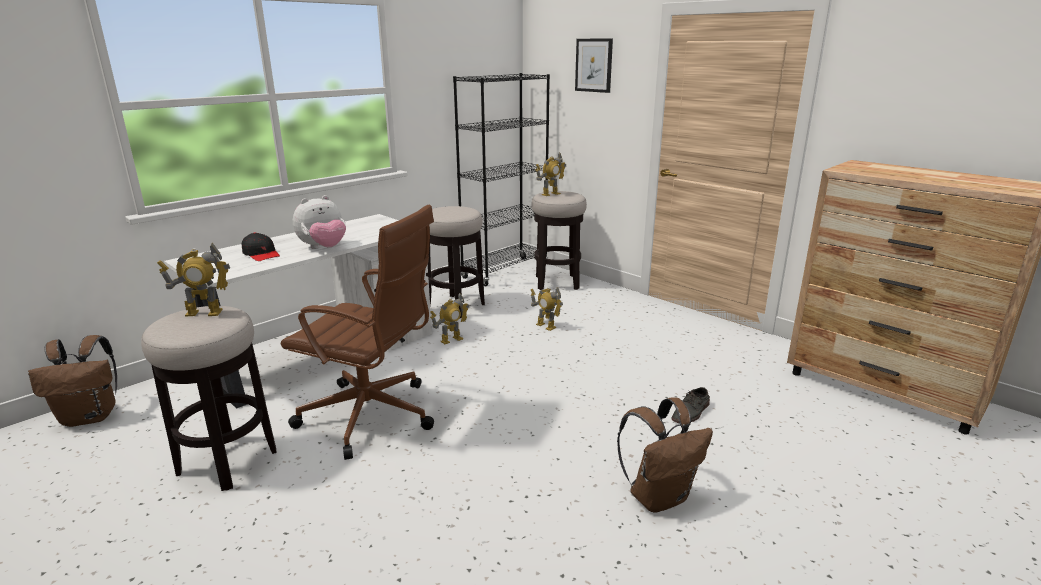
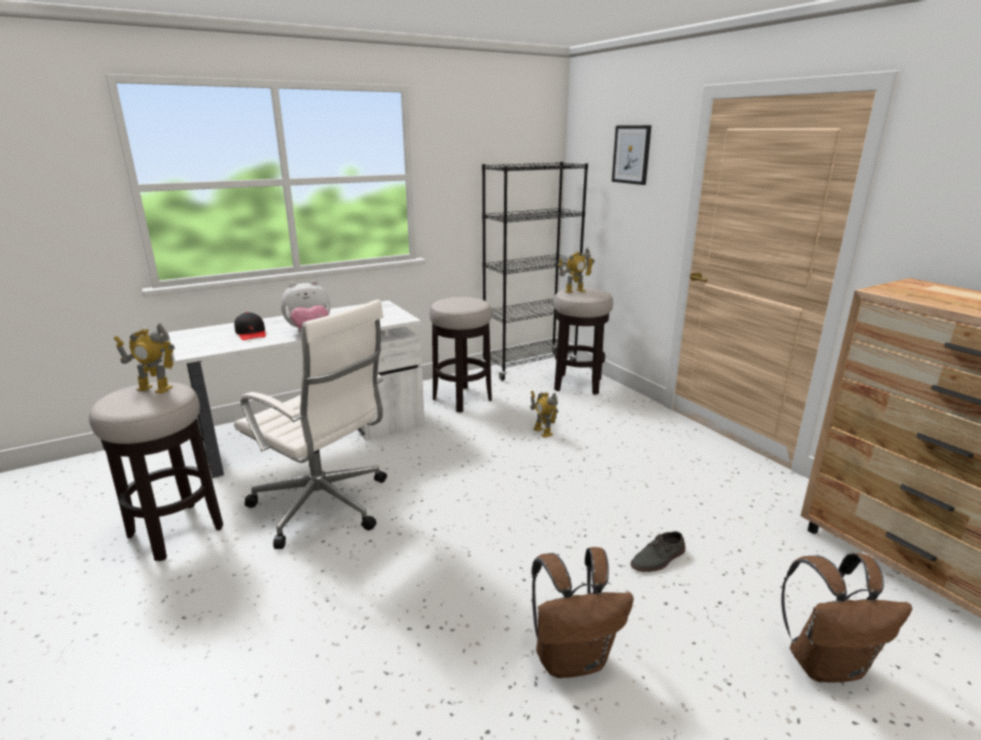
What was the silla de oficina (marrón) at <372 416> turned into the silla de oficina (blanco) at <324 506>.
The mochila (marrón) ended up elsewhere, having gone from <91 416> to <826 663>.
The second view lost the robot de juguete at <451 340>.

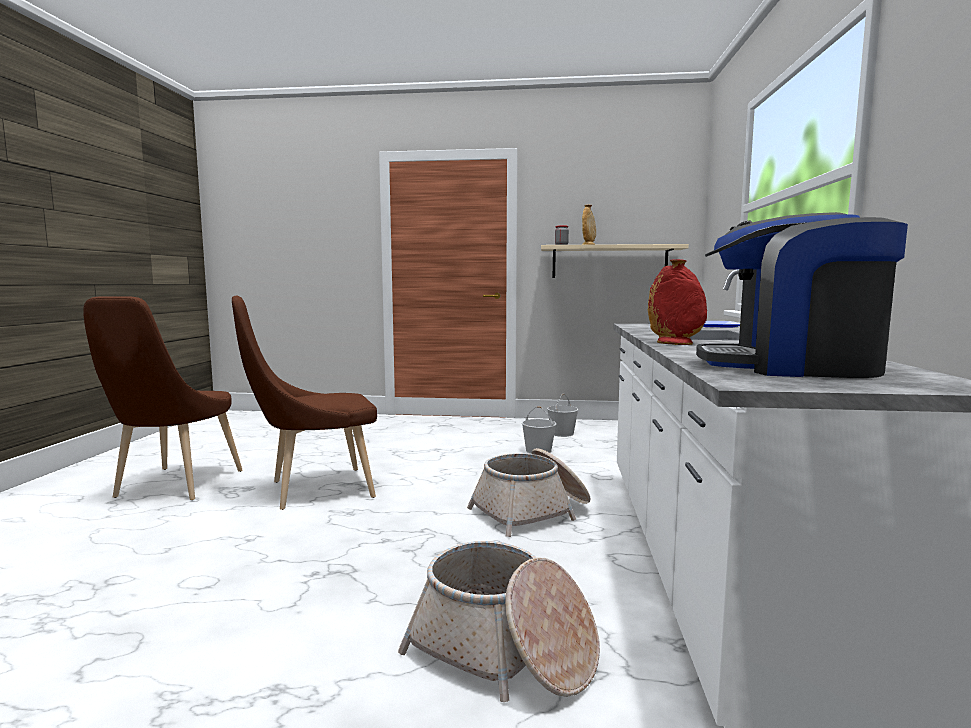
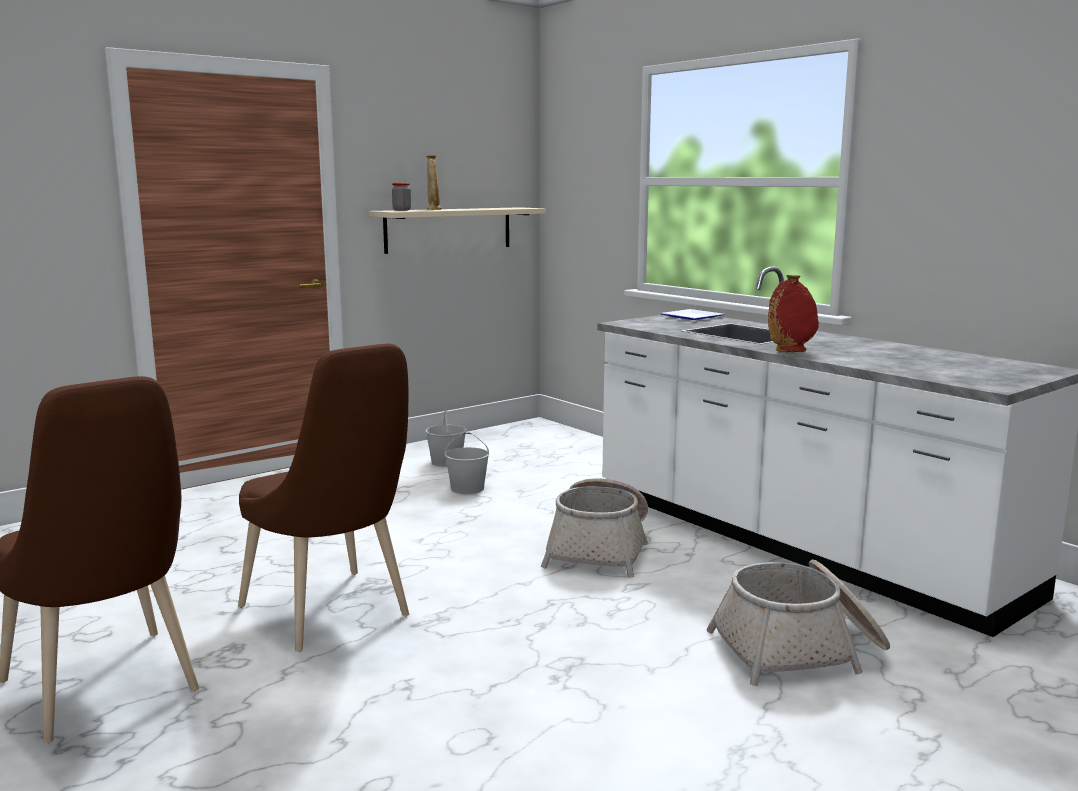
The silla (marrón) at <313 490> ended up facing another way, 60 degrees counterclockwise from before.
The second view lost the cafetera at <790 367>.

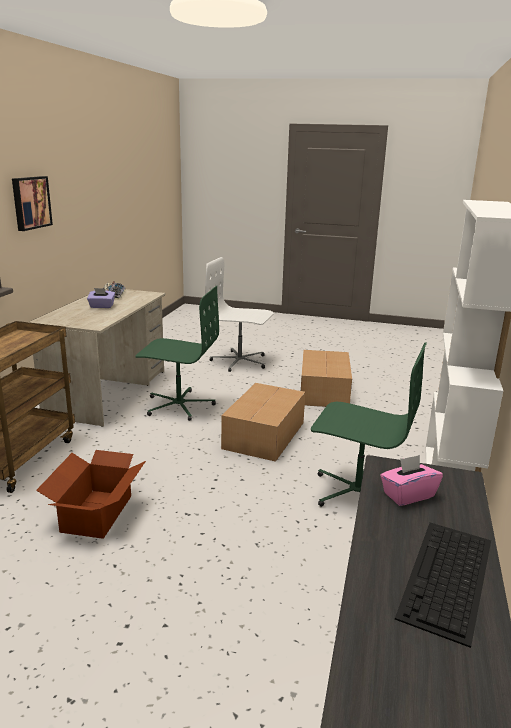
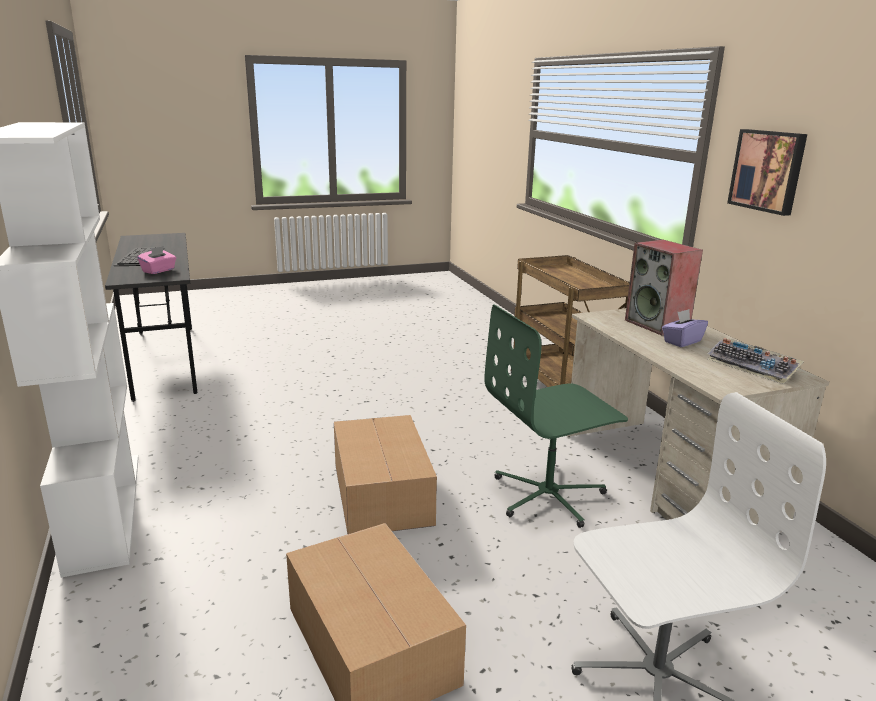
The second view gained the altavoz at <658 325>.
The second view lost the caja de cartón at <96 514>.
The second view lost the silla de oficina (verde) at <357 492>.

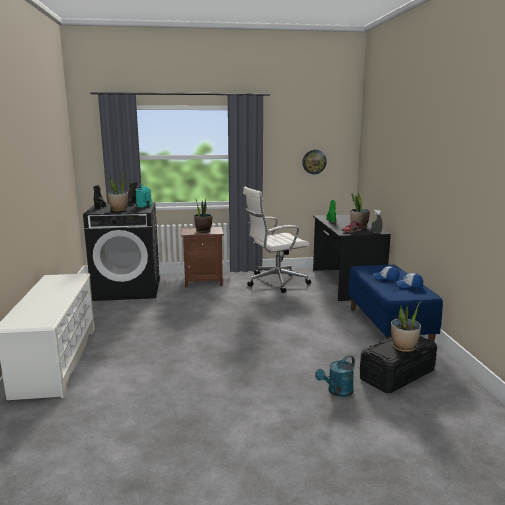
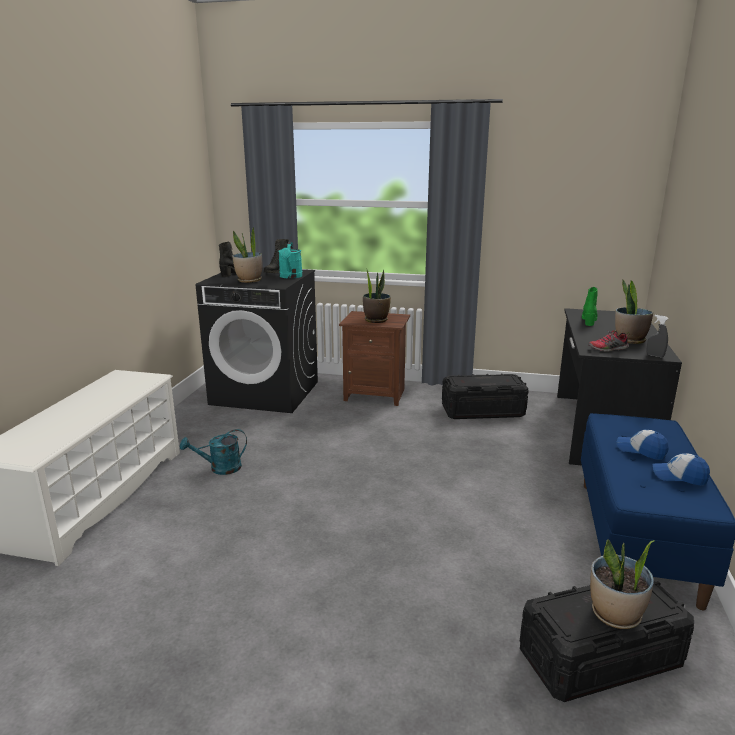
The regadera (turquesa) ended up elsewhere, having gone from <337 392> to <220 468>.
Where the silla de oficina (blanco) stood at <275 282>, the caja de almacenaje (negro) came to stand at <482 410>.
The second view lost the reloj de pared at <314 162>.

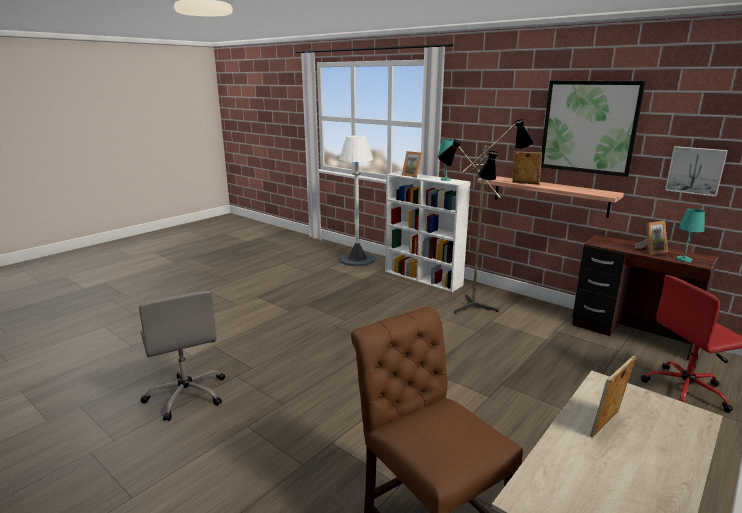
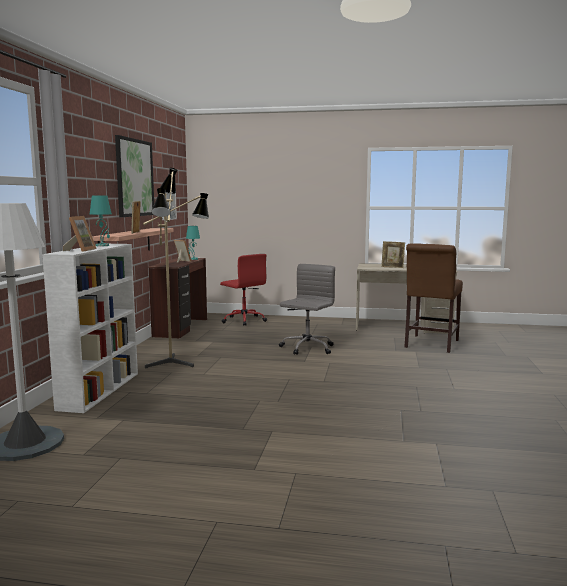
The silla de oficina (gris) ended up elsewhere, having gone from <187 395> to <306 348>.

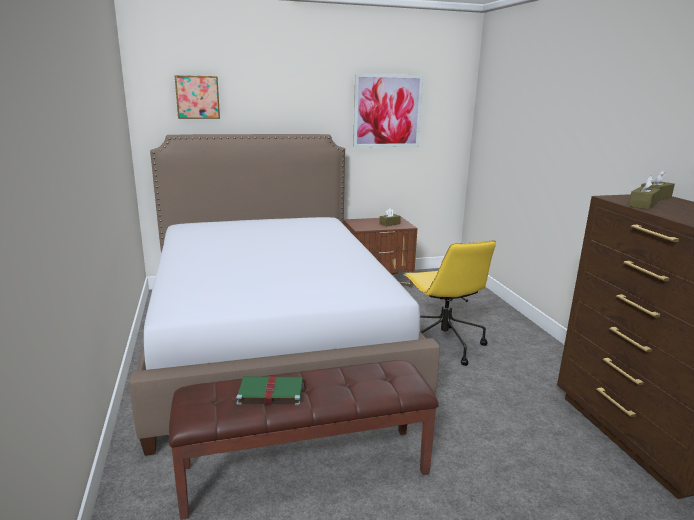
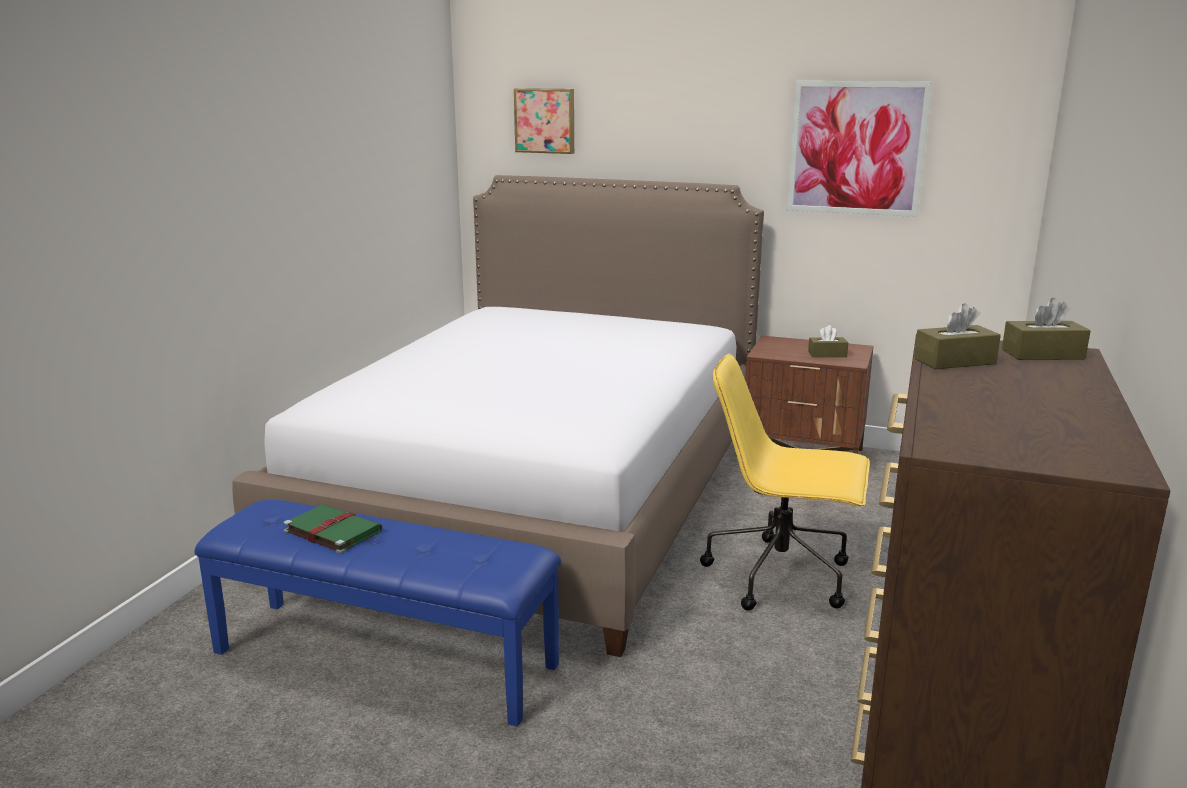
What was the banco (marrón) at <305 468> turned into the banco (azul) at <386 657>.
The silla de oficina (amarillo) at <442 344> ended up facing another way, 90 degrees clockwise from before.

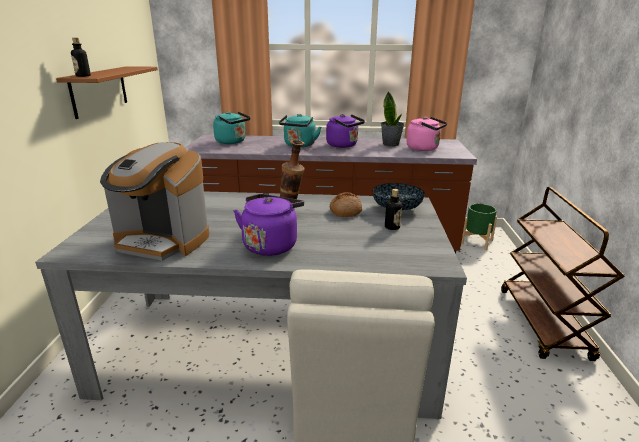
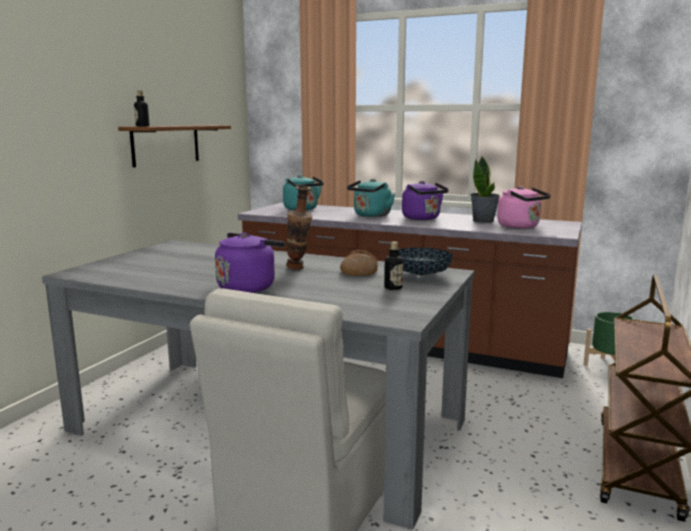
The second view lost the cafetera at <162 241>.

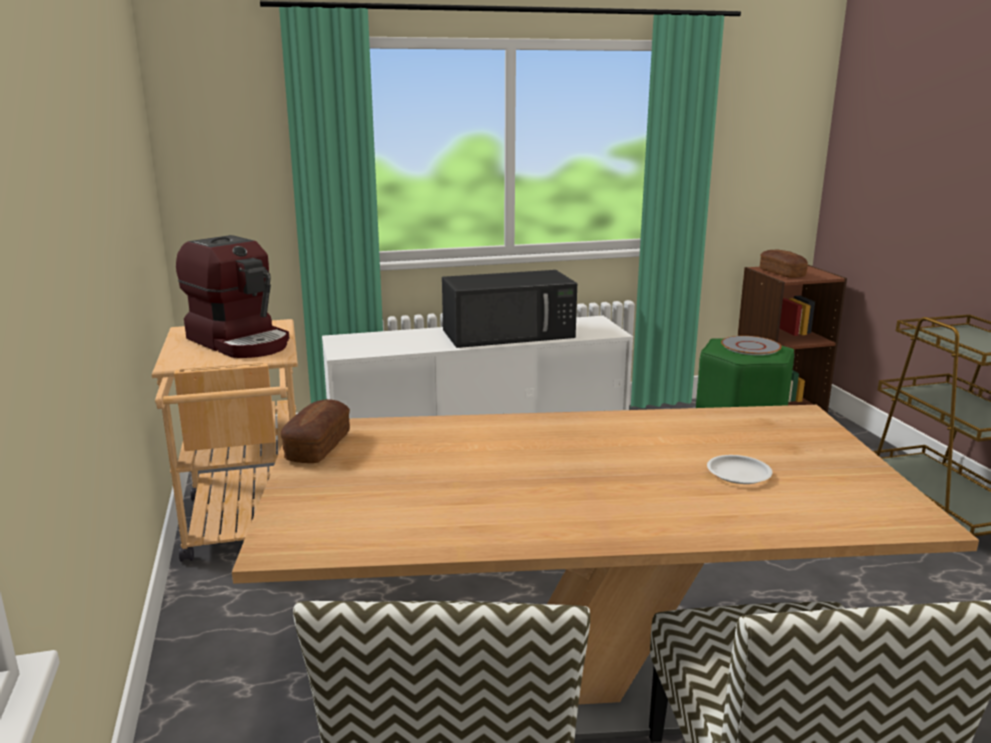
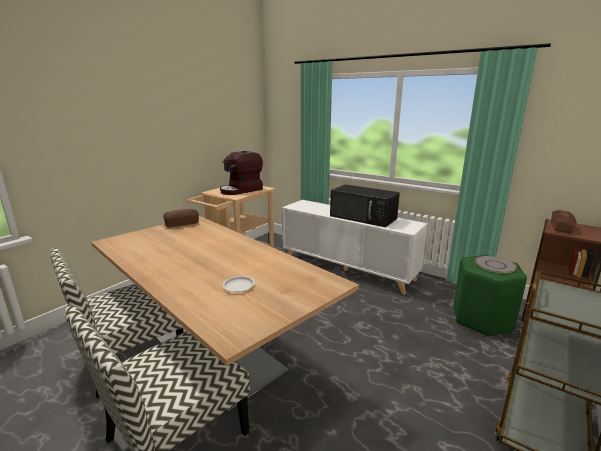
The cafetera at <241 342> ended up facing another way, 45 degrees clockwise from before.

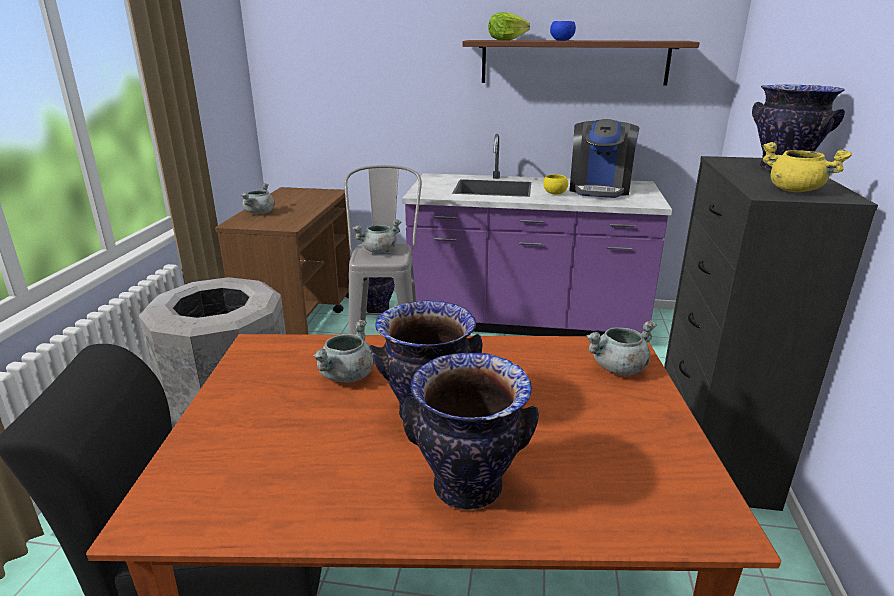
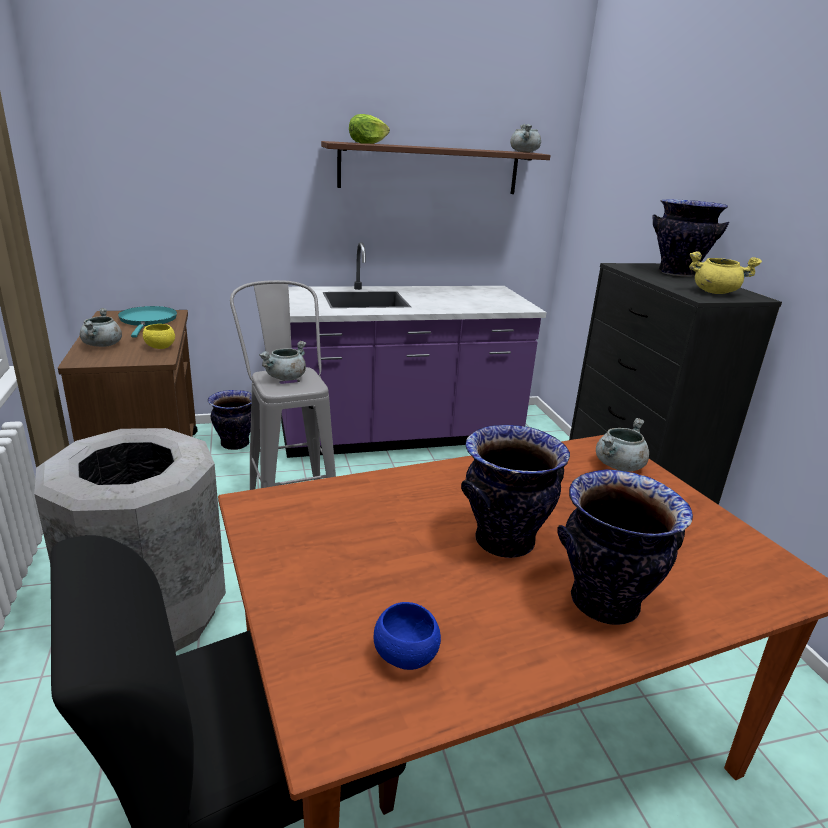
The second view gained the sartén (turquesa) at <148 321>.
The cuenco (amarillo) ended up elsewhere, having gone from <554 193> to <160 347>.
The cuenco (azul) ended up elsewhere, having gone from <562 40> to <405 657>.
The olla (gris) ended up elsewhere, having gone from <347 376> to <524 152>.
The second view lost the cafetera at <599 189>.

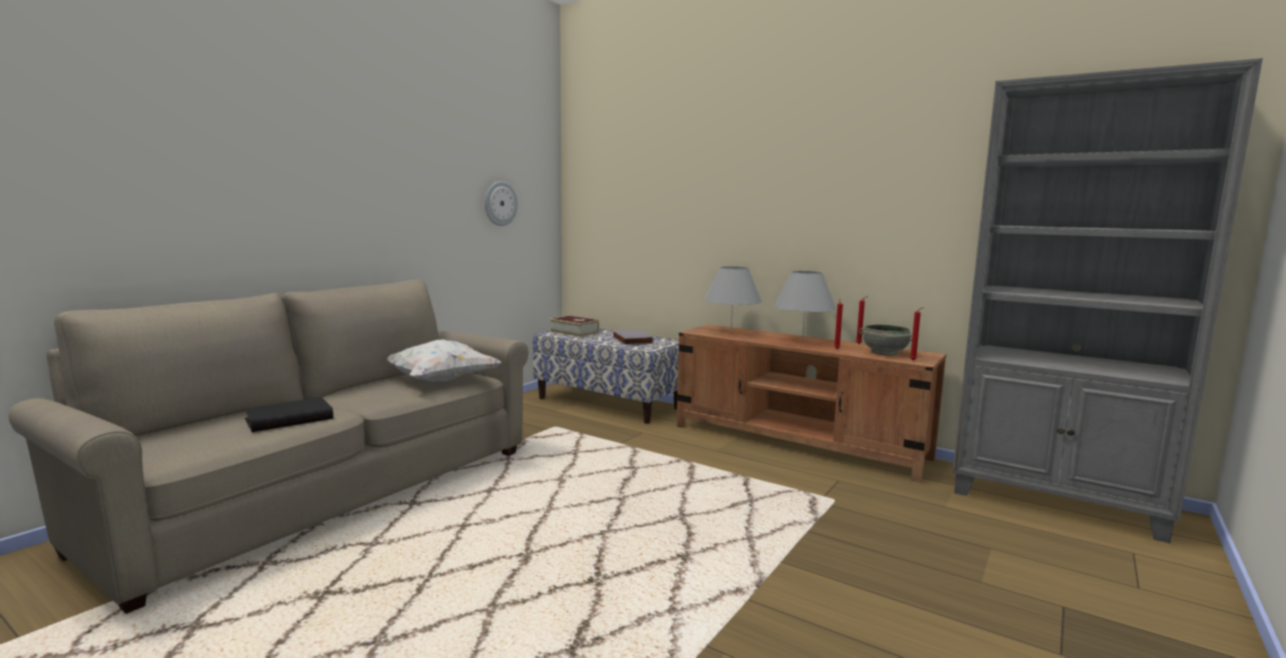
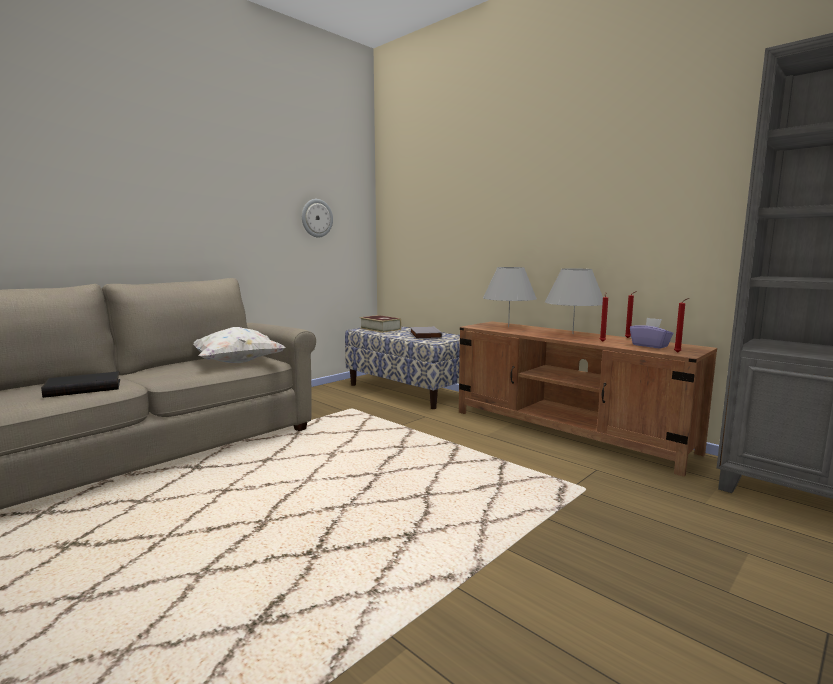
Where the cuenco (gris) stood at <884 353>, the caja de pañuelos (morado) came to stand at <650 345>.

